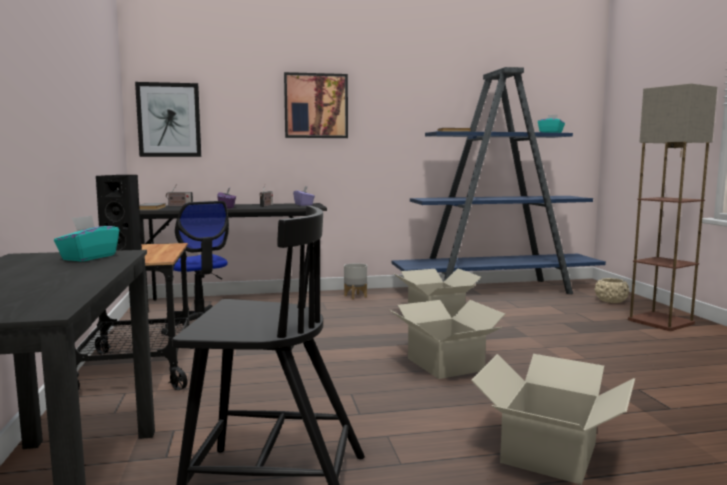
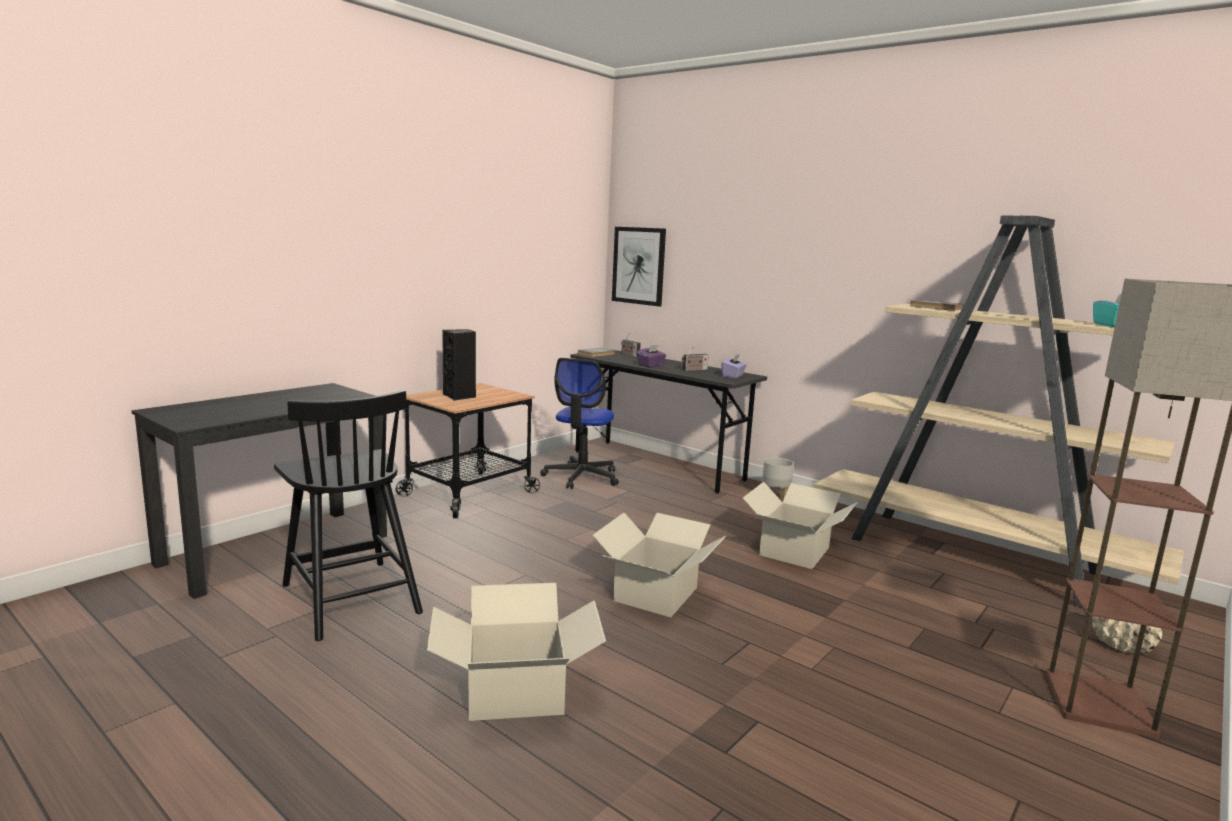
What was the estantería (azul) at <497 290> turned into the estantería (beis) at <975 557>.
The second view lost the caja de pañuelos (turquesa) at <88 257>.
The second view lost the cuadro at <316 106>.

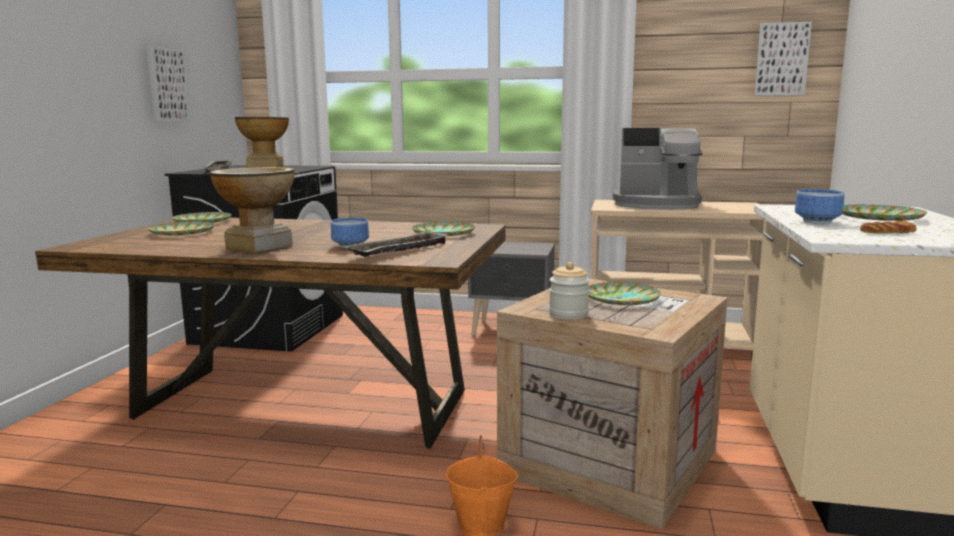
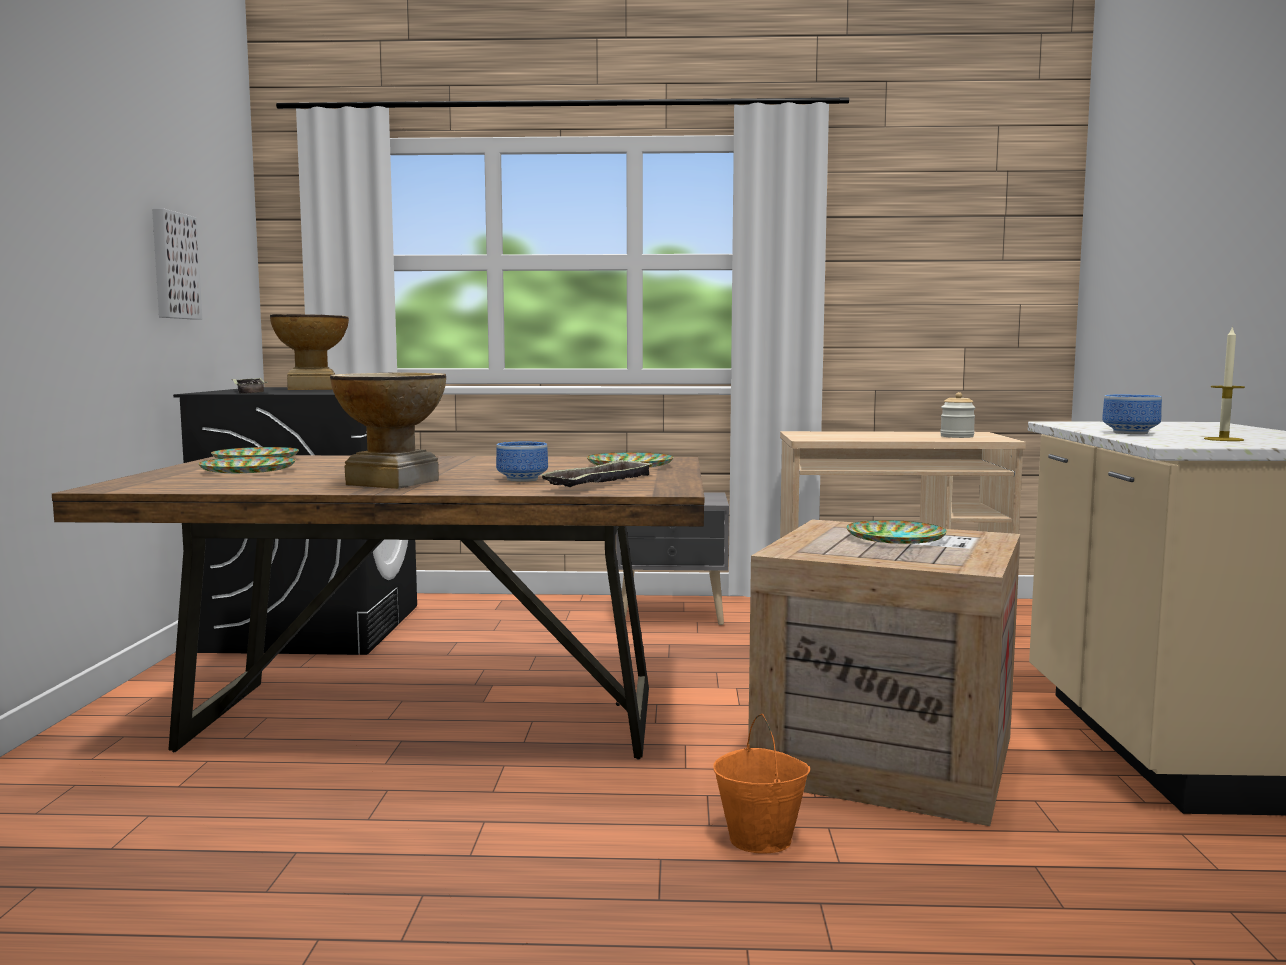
The tarro ended up elsewhere, having gone from <568 314> to <957 436>.
Where the pan stood at <887 232>, the vela came to stand at <1223 439>.
The second view lost the cafetera at <657 204>.
The second view lost the cuadro at <781 59>.
The second view lost the plato at <878 218>.

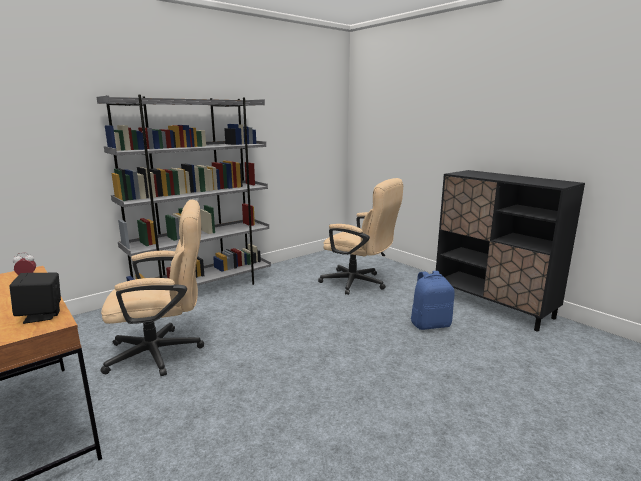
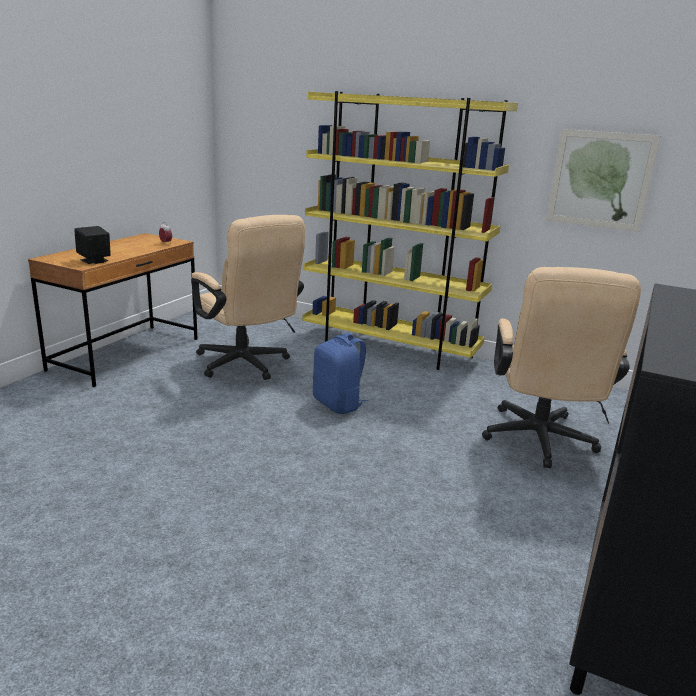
What was the estantería (gris) at <204 290> turned into the estantería (amarillo) at <389 348>.
The mochila (azul) ended up elsewhere, having gone from <430 324> to <338 404>.
The second view gained the cuadro at <600 180>.

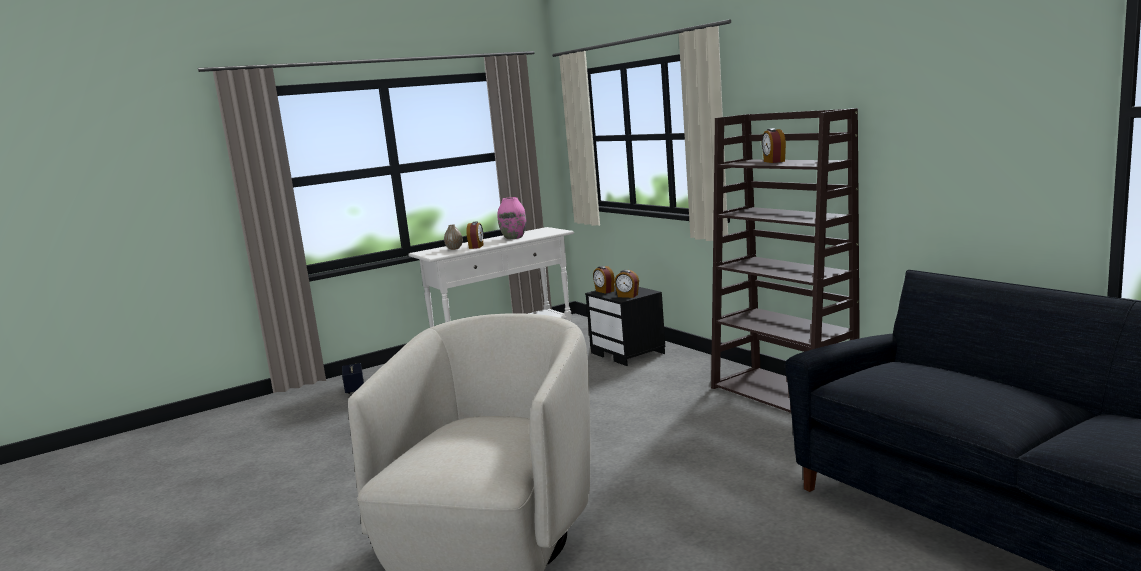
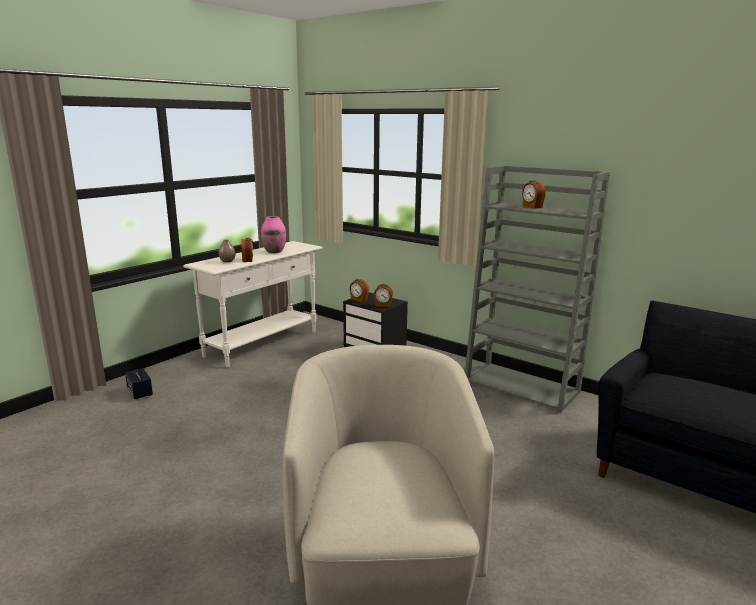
What was the estantería (marrón) at <784 395> turned into the estantería (gris) at <522 387>.

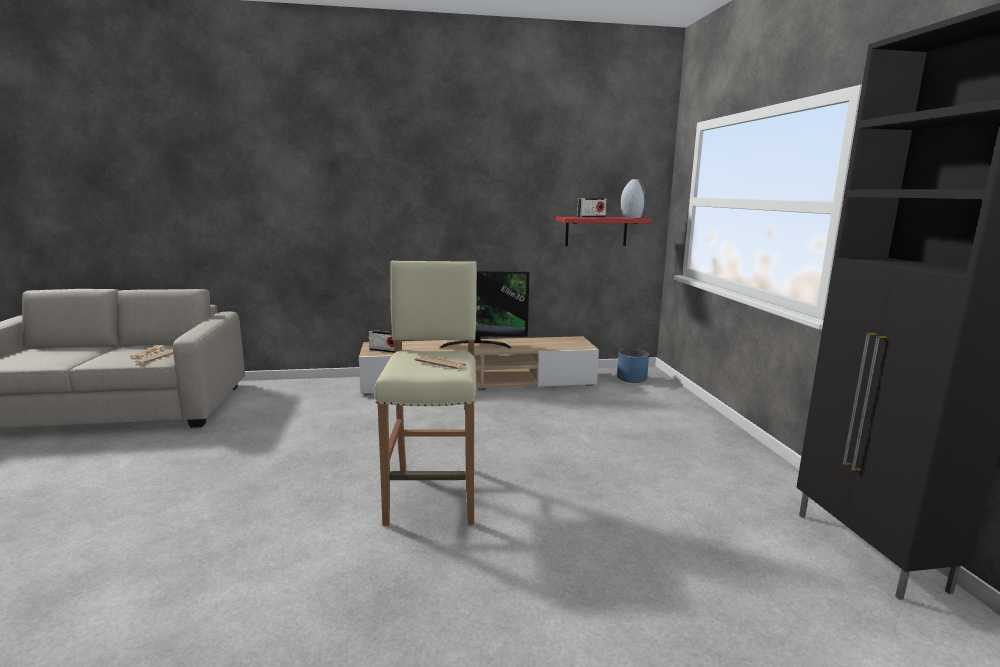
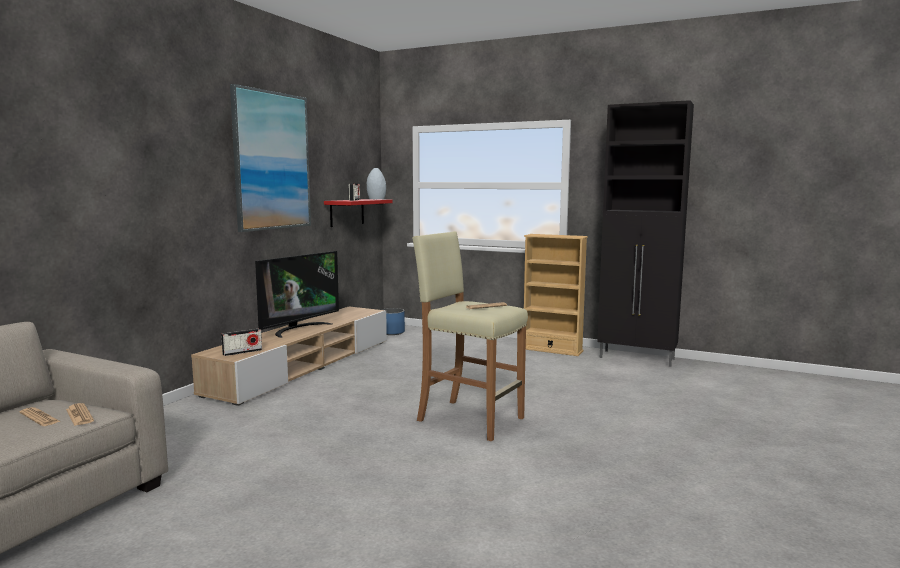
The second view gained the cuadro at <272 161>.
The second view gained the estantería (beis) at <552 350>.

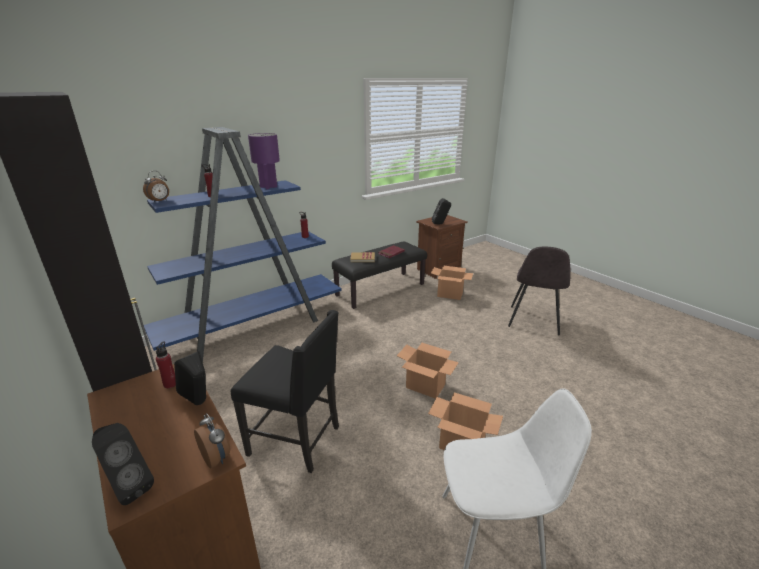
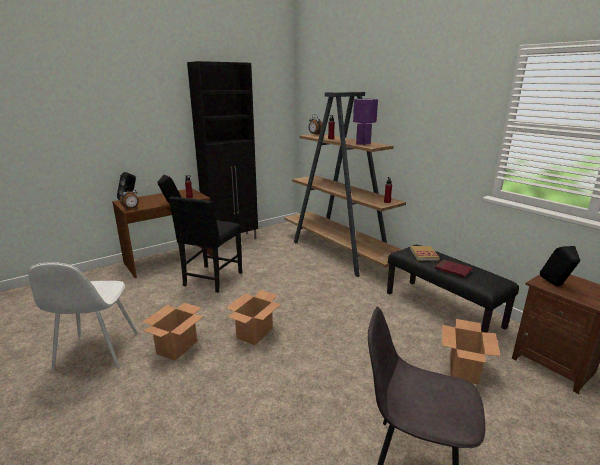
What was the estantería (azul) at <254 327> turned into the estantería (marrón) at <340 253>.

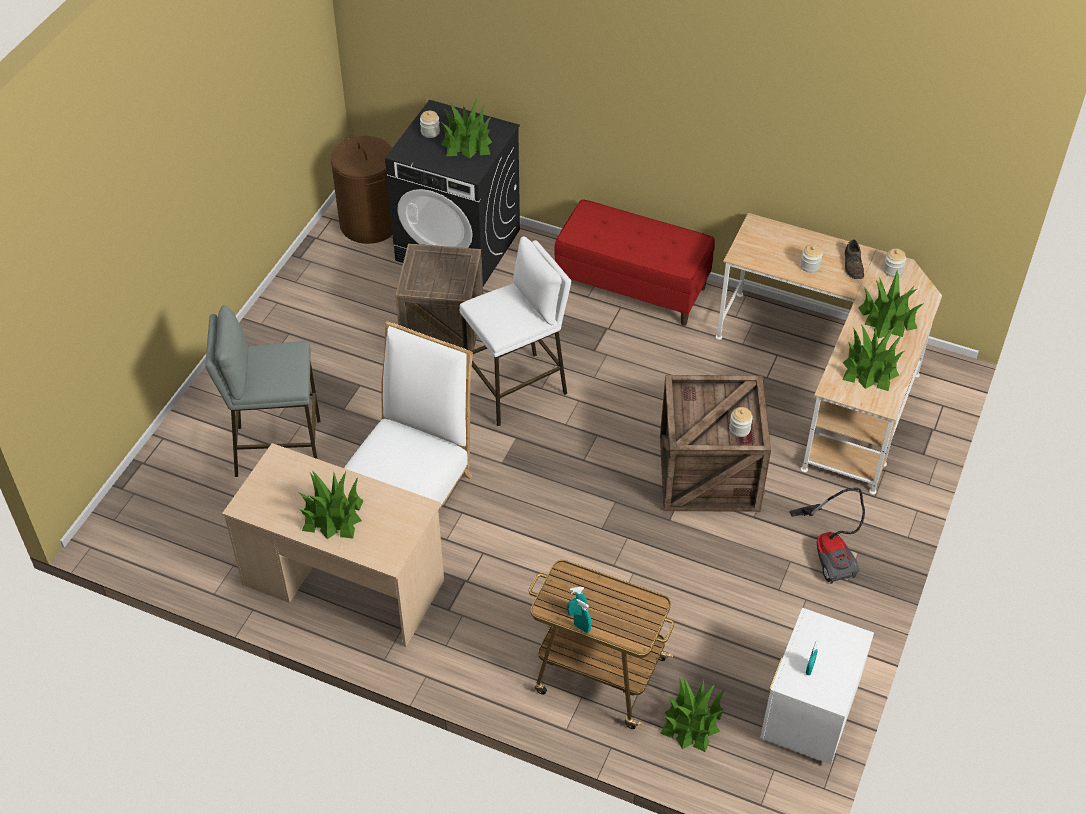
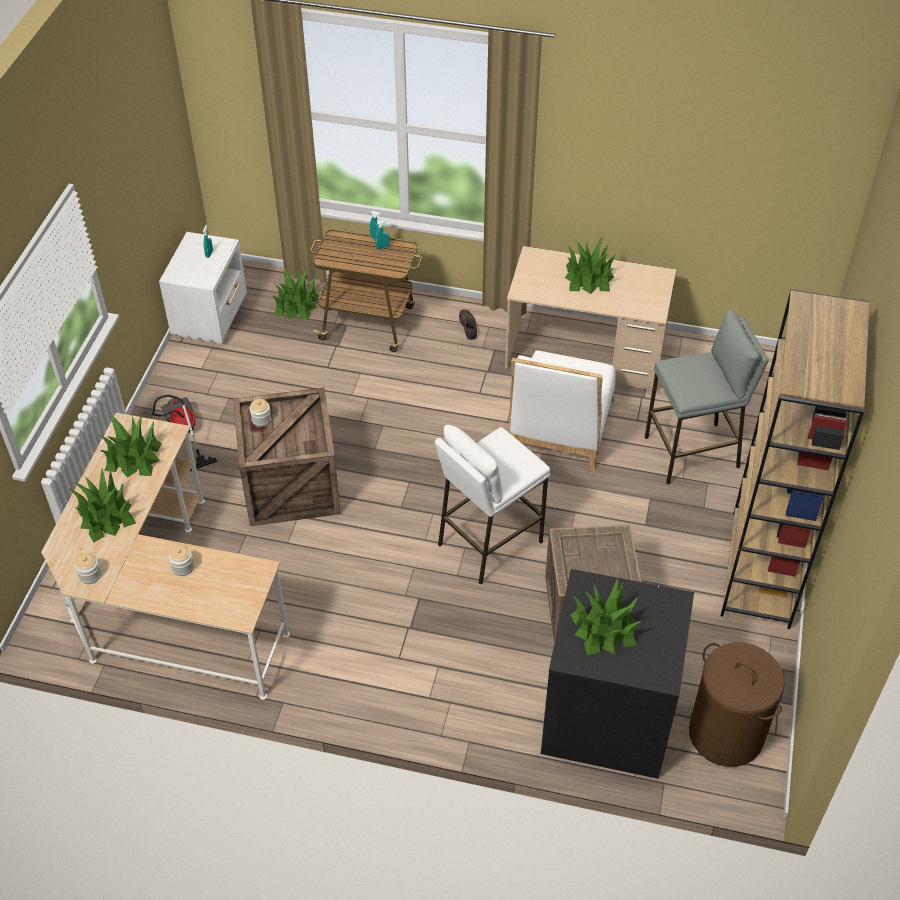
The zapato (marrón) ended up elsewhere, having gone from <853 265> to <468 327>.
The second view gained the estantería (marrón) at <761 570>.
The second view lost the tarro at <430 132>.
The second view lost the banco (rojo) at <632 287>.

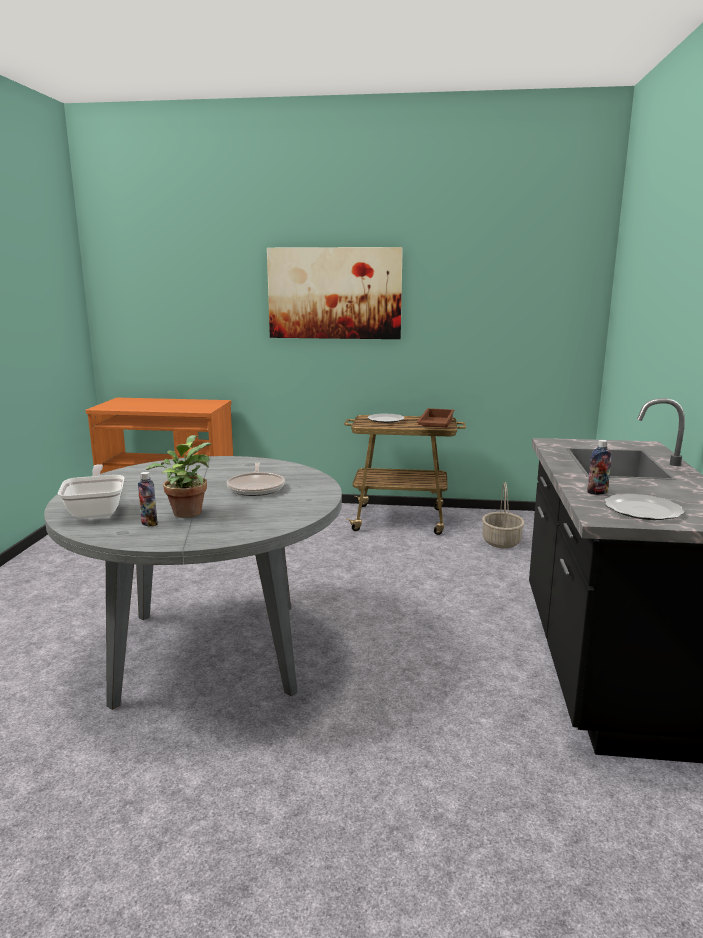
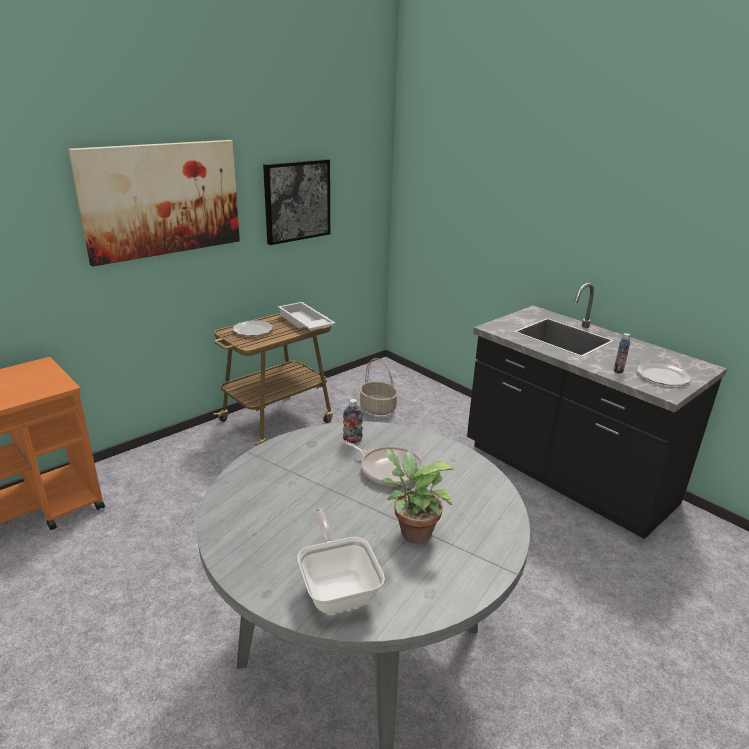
The second view gained the cuadro at <297 201>.
What was the bandeja (marrón) at <434 424> turned into the bandeja (blanco) at <304 323>.
The sartén at <97 510> ended up facing another way, 45 degrees clockwise from before.
The botella ended up elsewhere, having gone from <149 523> to <352 440>.

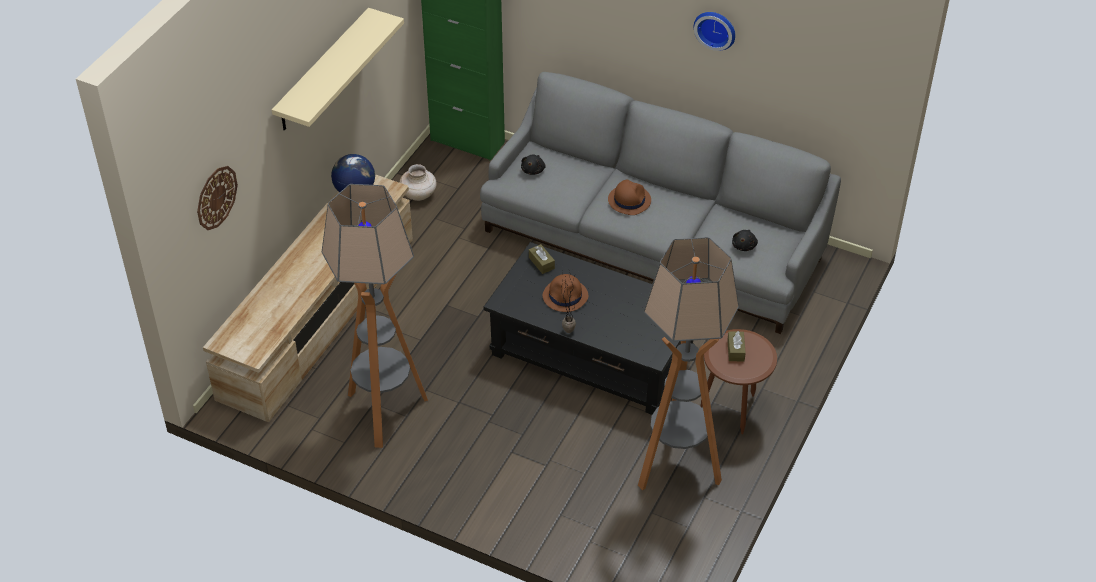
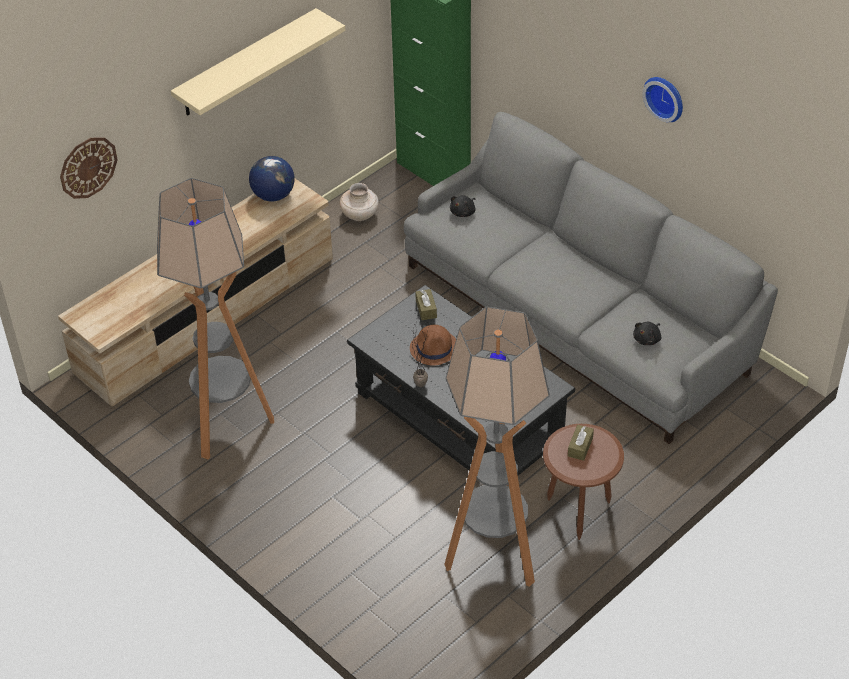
The second view lost the sombrero (marrón) at <629 200>.

